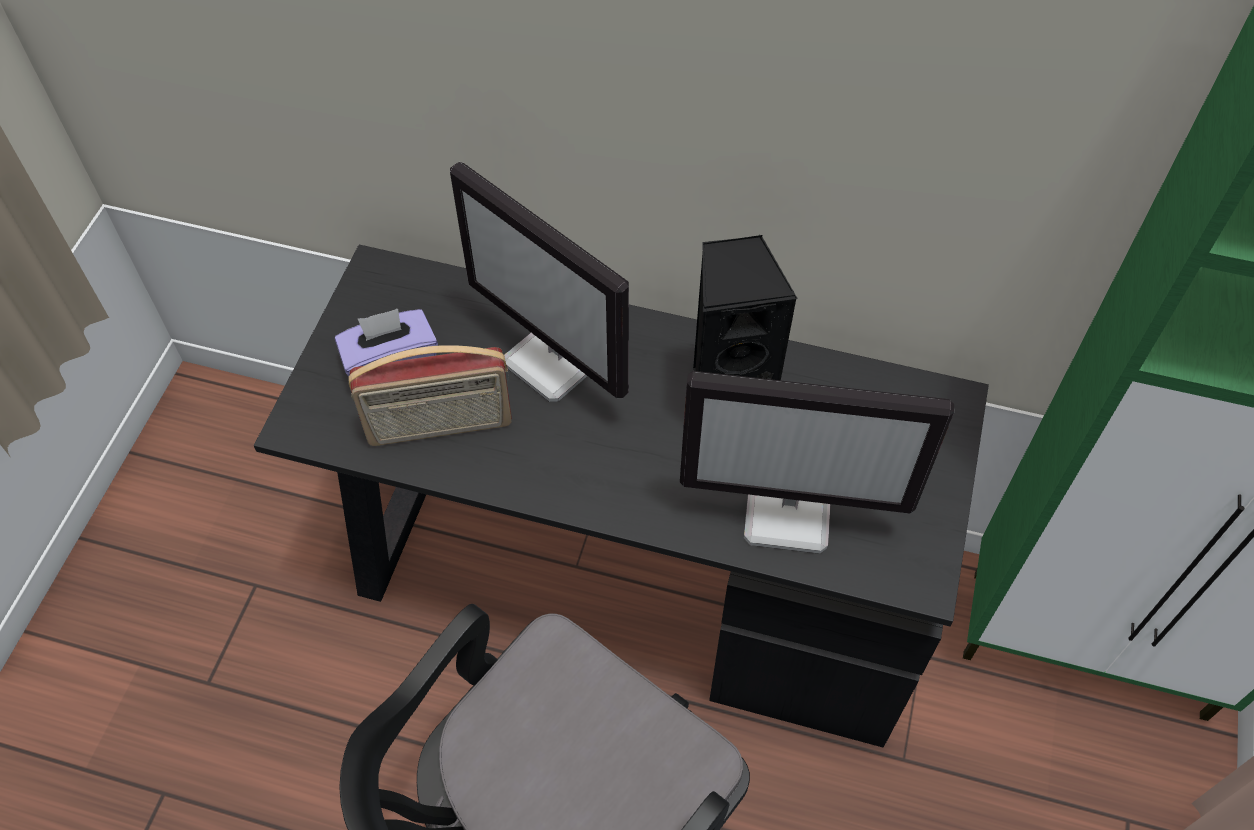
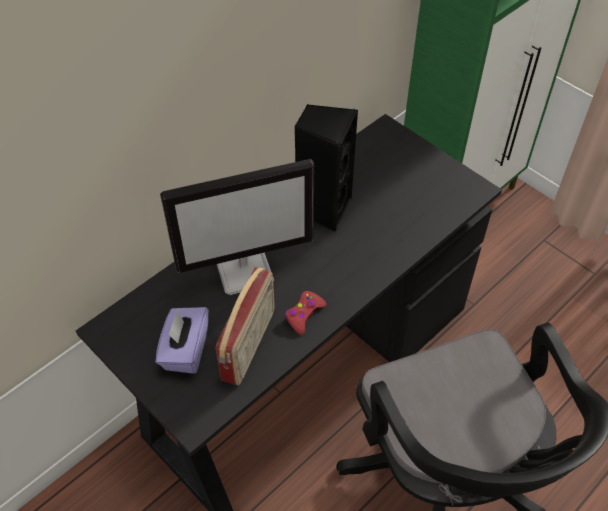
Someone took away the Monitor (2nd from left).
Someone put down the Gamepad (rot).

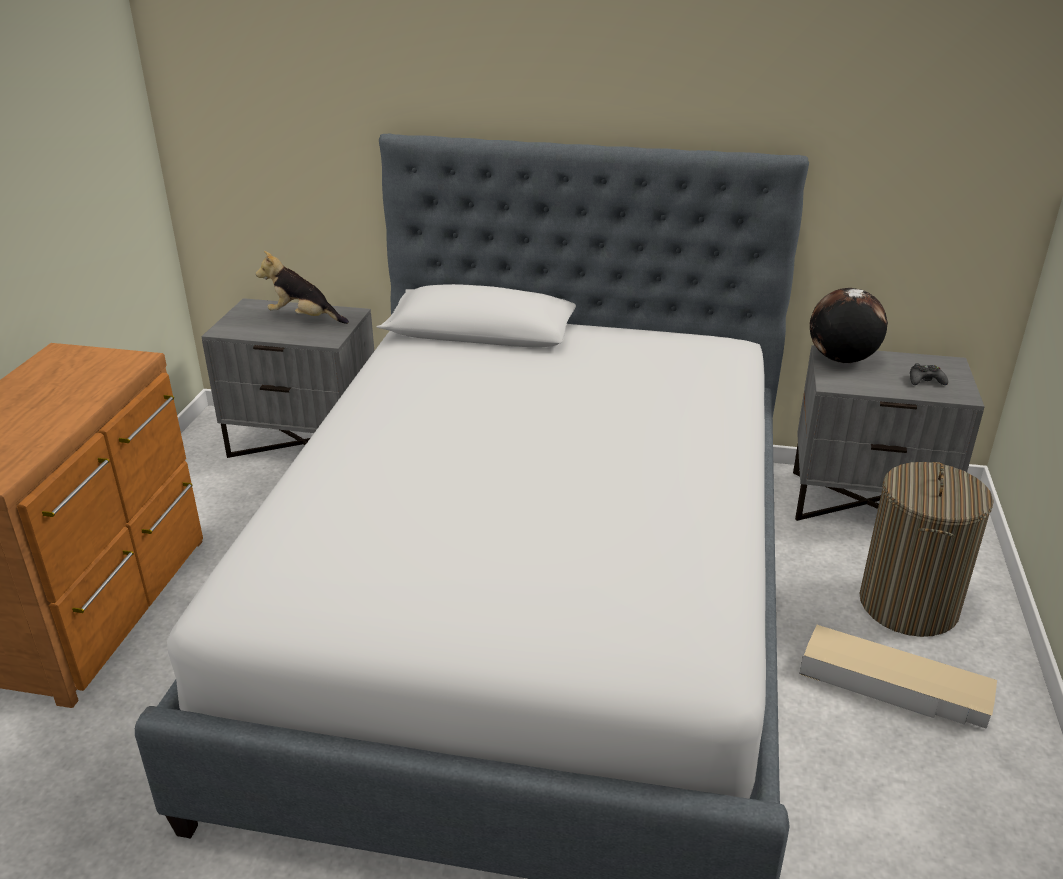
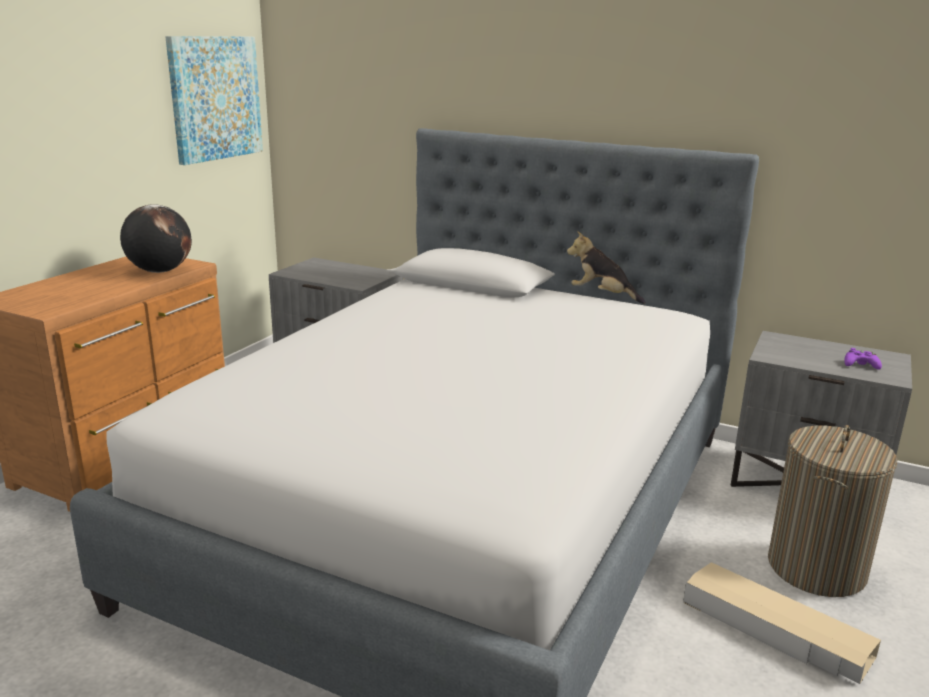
Someone put up the Bild.
Someone carried the Plüschtier.
Someone carried the Globus.
Someone repainted the Gamepad (schwarz), which became the Gamepad (lila).

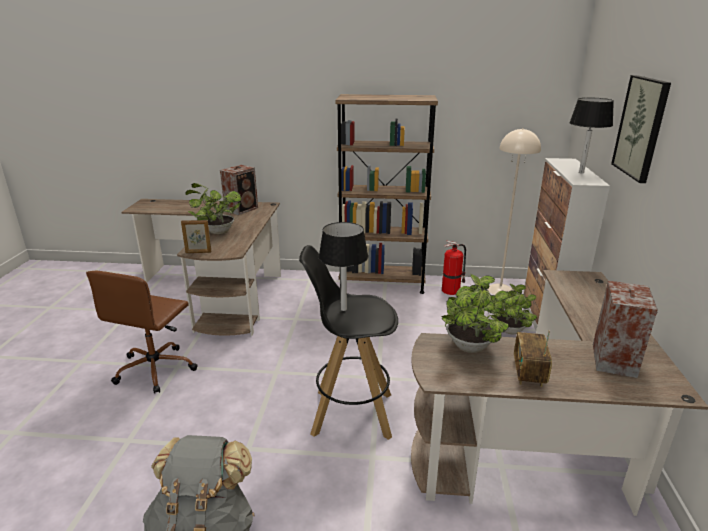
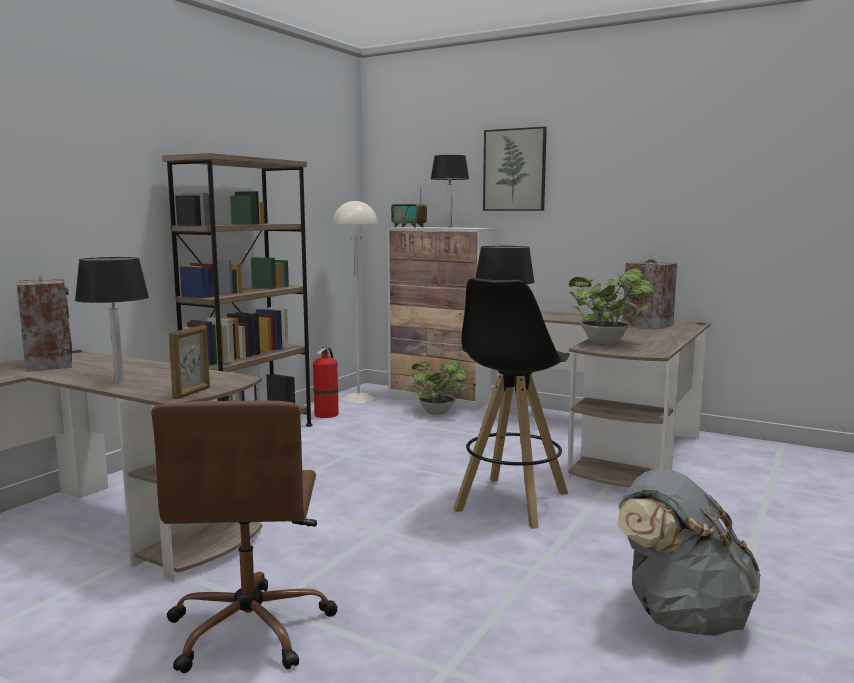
Someone carried the Radio.
Someone swapped the Topfpflanze (1st from left) for the Tischlampe (schwarz) (1st from left).
Someone rotated the Bürostuhl (braun) by 45 degrees clockwise.

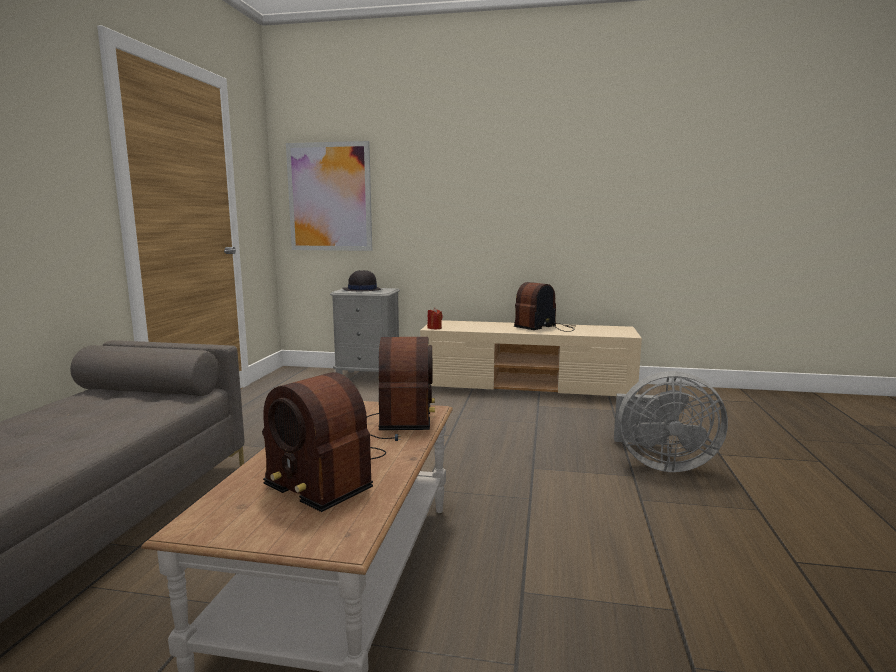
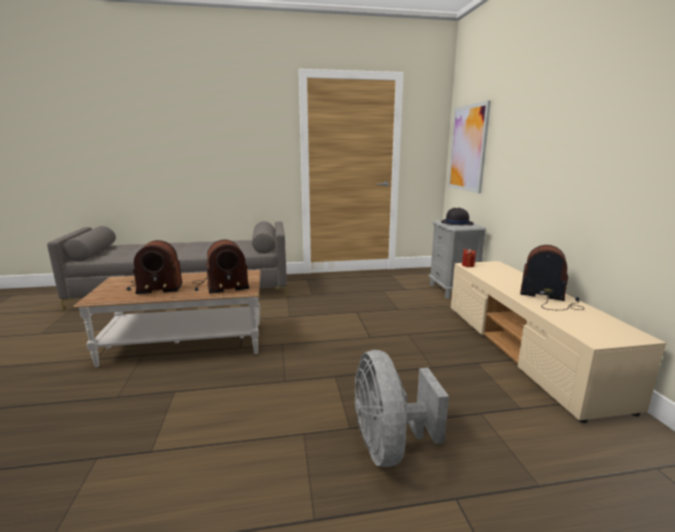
Someone rotated the Radio (1st from left) by 120 degrees counterclockwise.

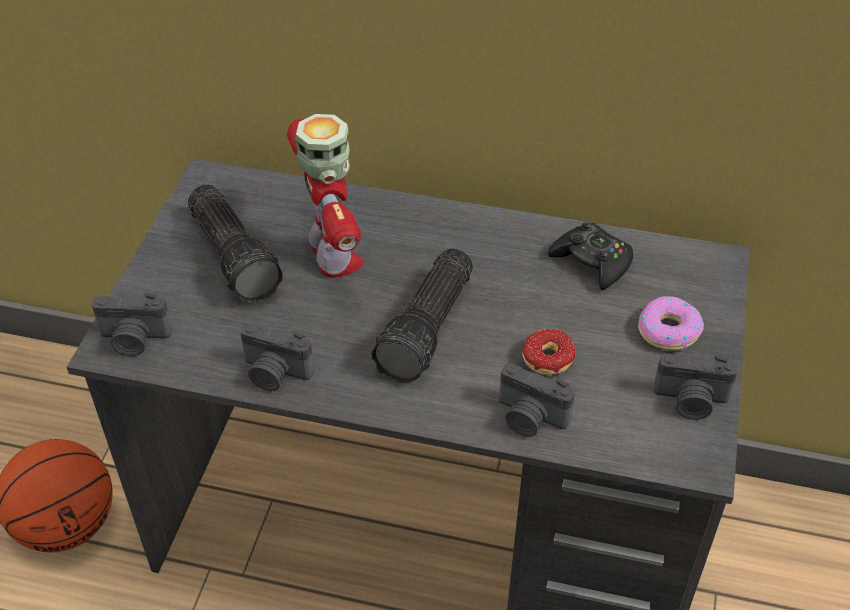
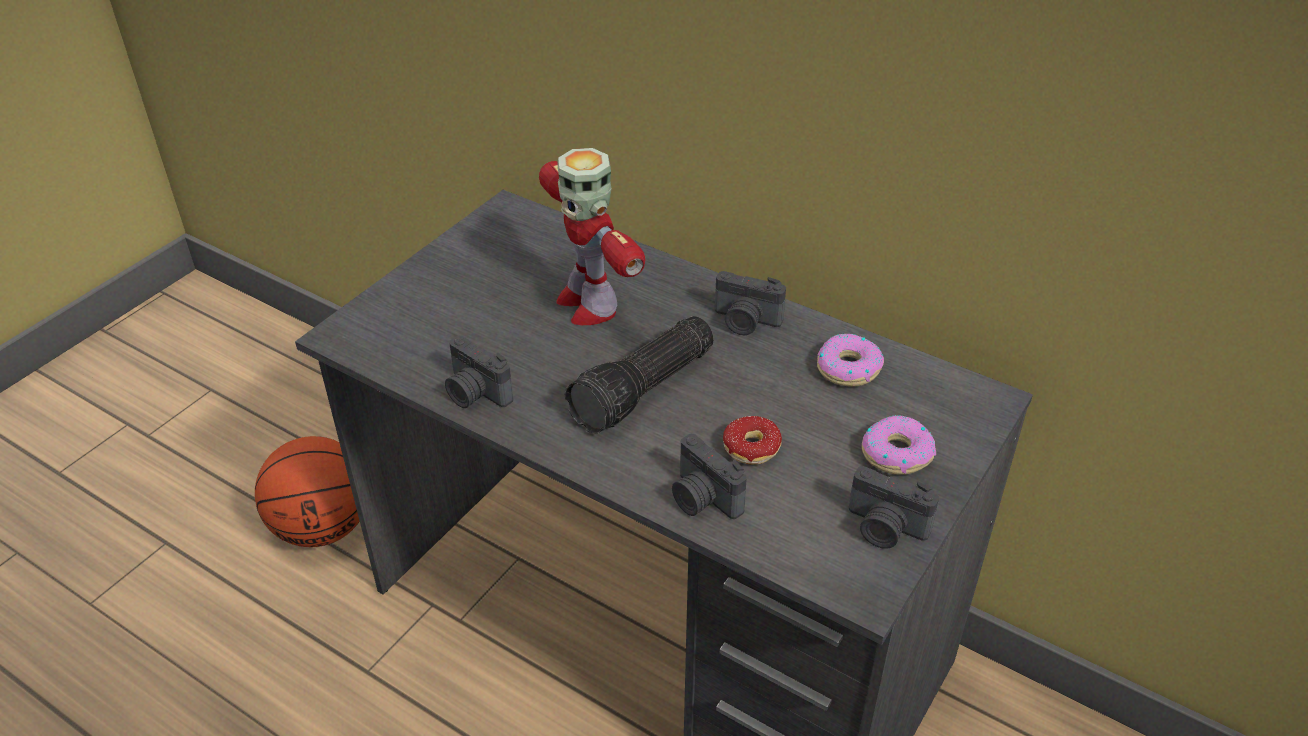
Someone took away the Taschenlampe (1st from left).
Someone carried the Kamera (1st from left in the first image).
Someone swapped the Gamepad (schwarz) for the Donut (2nd from left).
Someone rotated the Spielzeugroboter by 150 degrees clockwise.

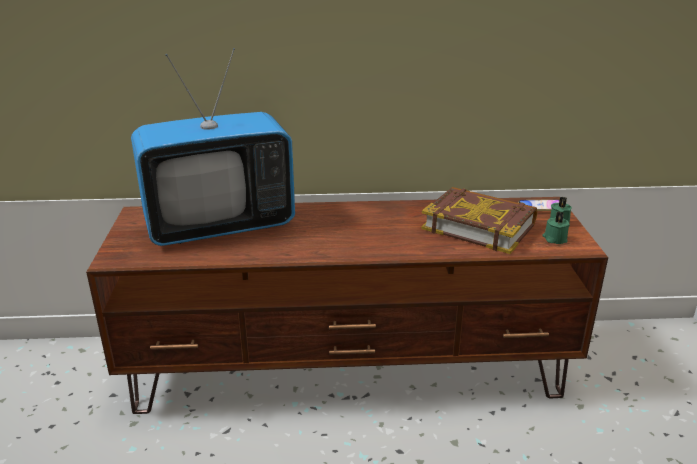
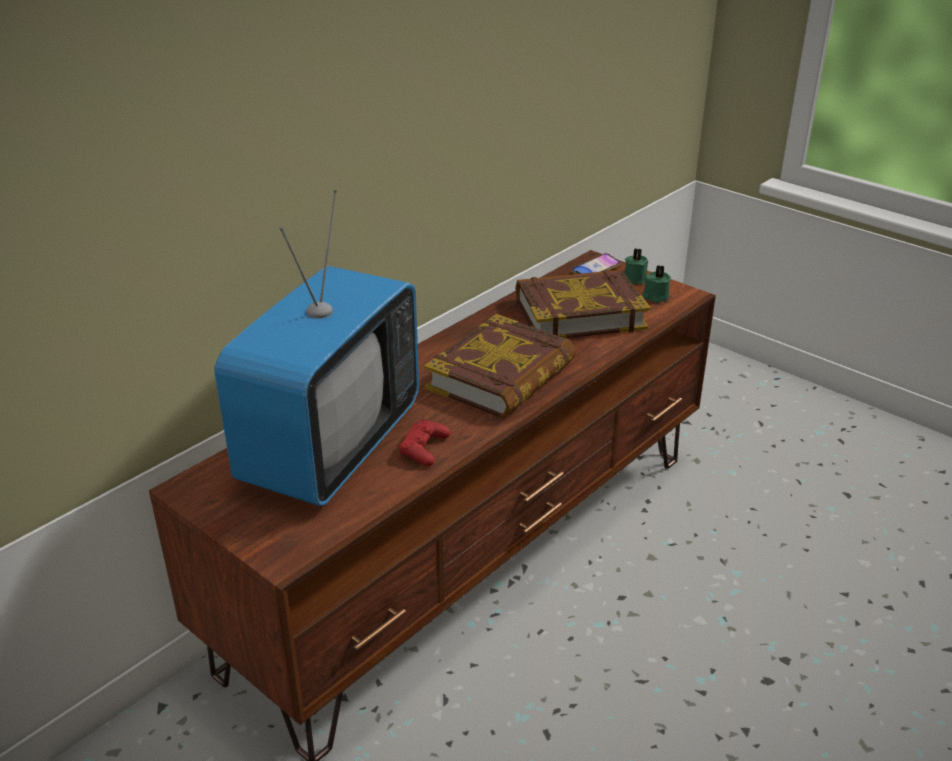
Someone put down the Gamepad (rot).
Someone put down the Buch (1st from left).

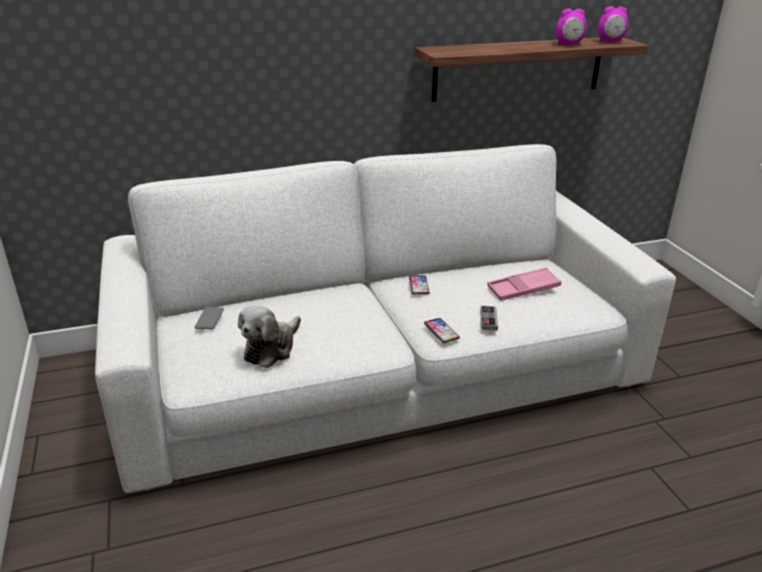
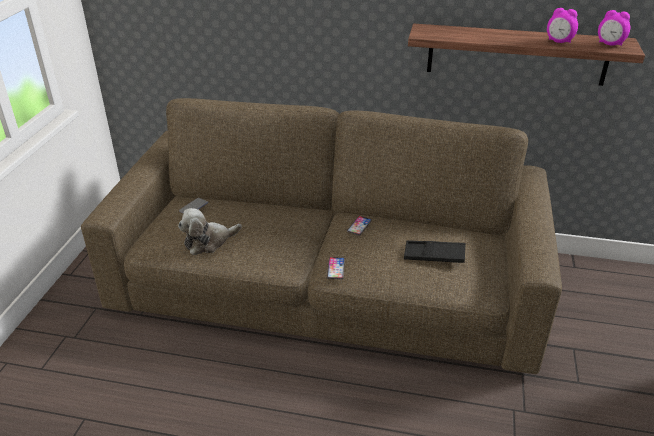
Someone took away the Gamepad.
Someone repainted the Sofa (weiß), which became the Sofa (braun).
Someone repainted the Tablett (rosa), which became the Tablett (schwarz).

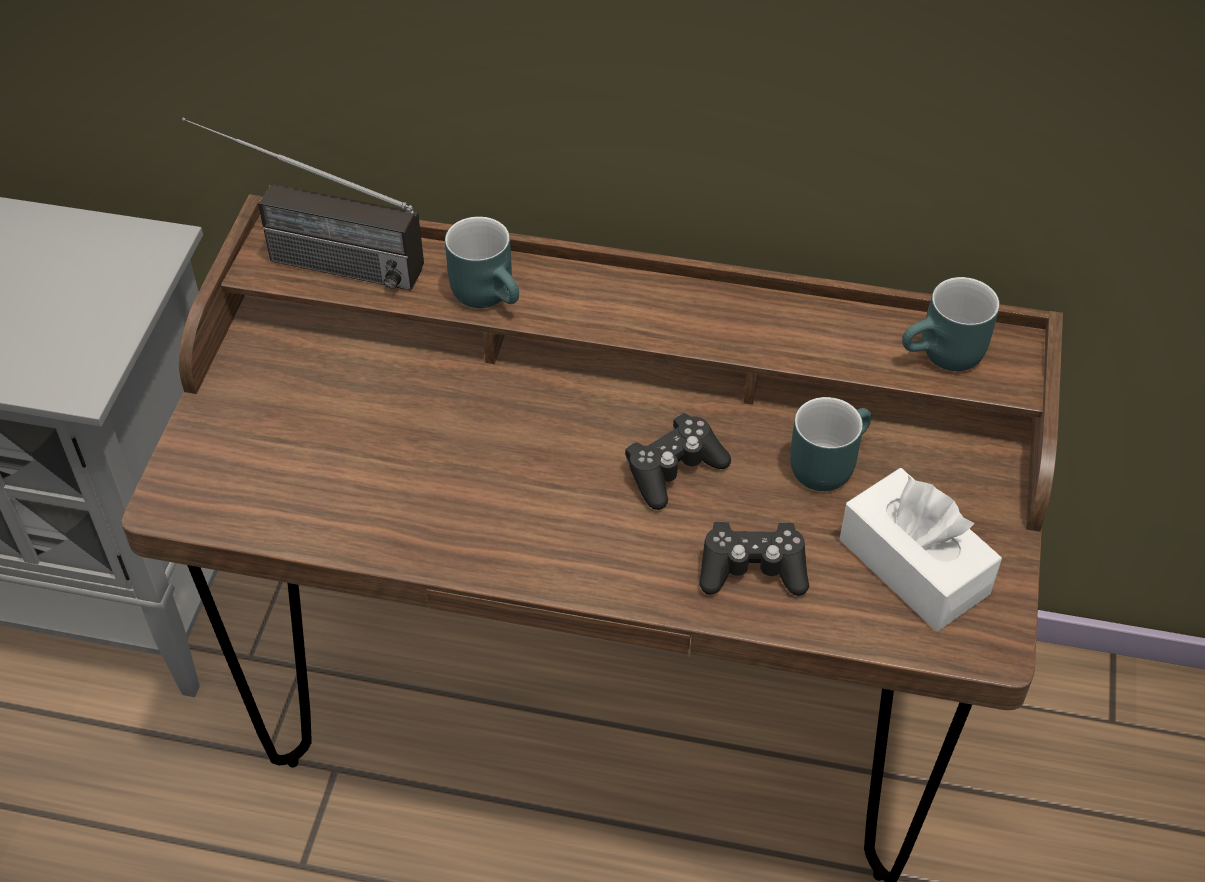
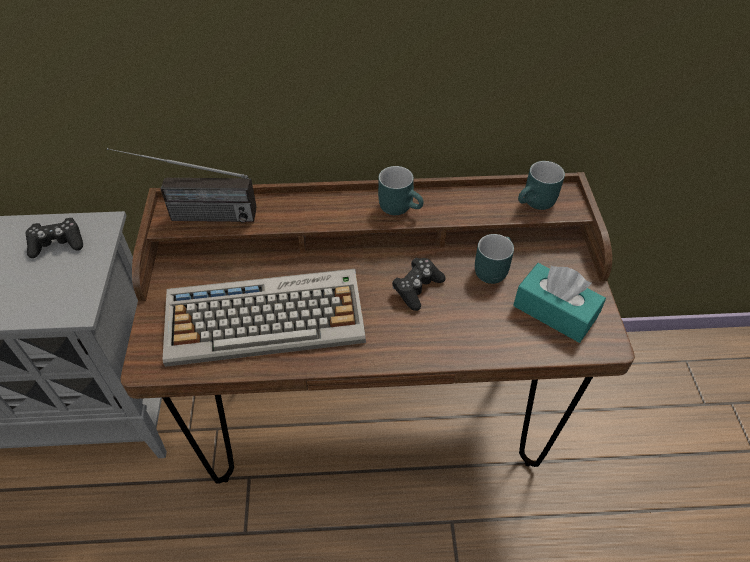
Someone put down the Tastatur.
Someone carried the Henkelbecher (türkis) (1st from left).
Someone carried the Gamepad (schwarz) (2nd from left in the first image).
Someone repainted the Taschentuchbox (weiß), which became the Taschentuchbox (türkis).

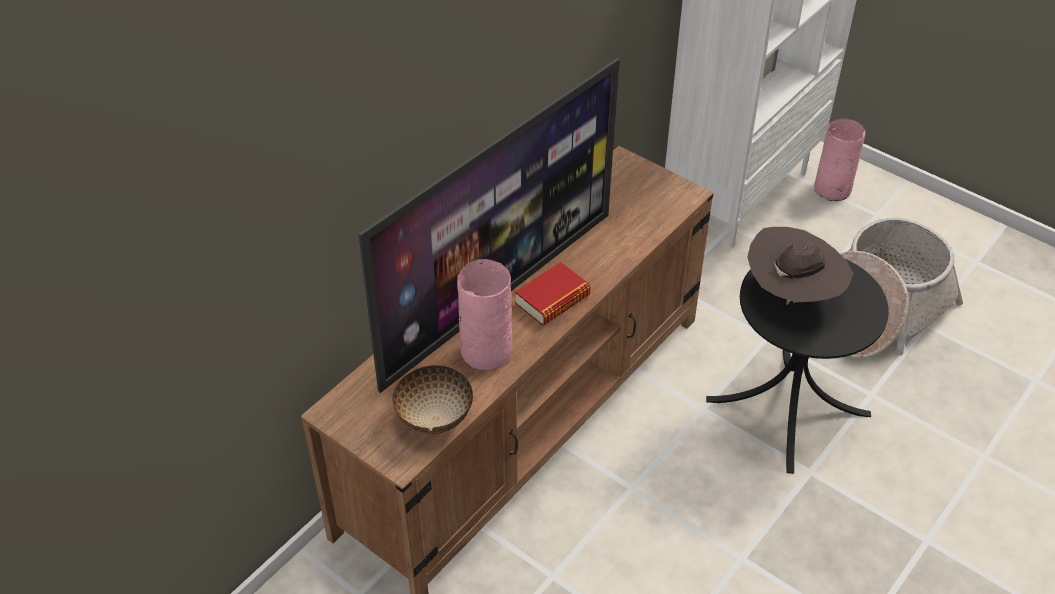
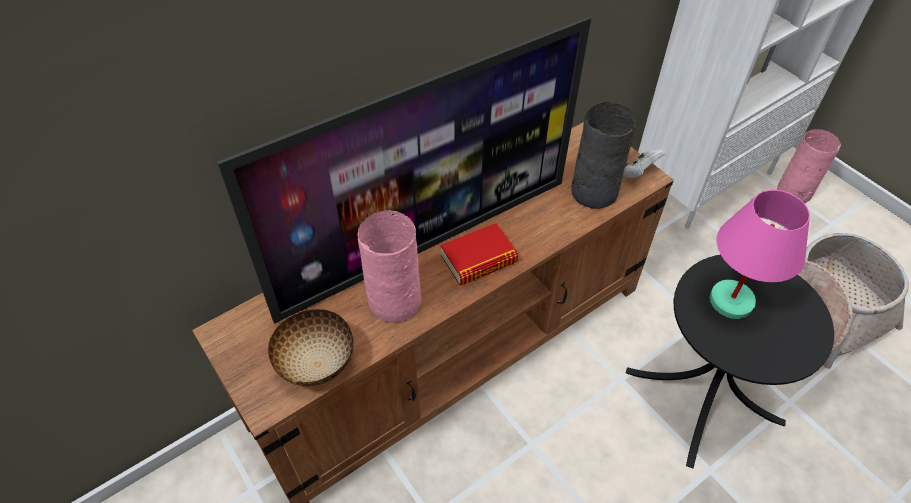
Someone put down the Vase (grau).
Someone put down the Gamepad (weiß).
Someone swapped the Hut (braun) for the Tischlampe (rosa).

